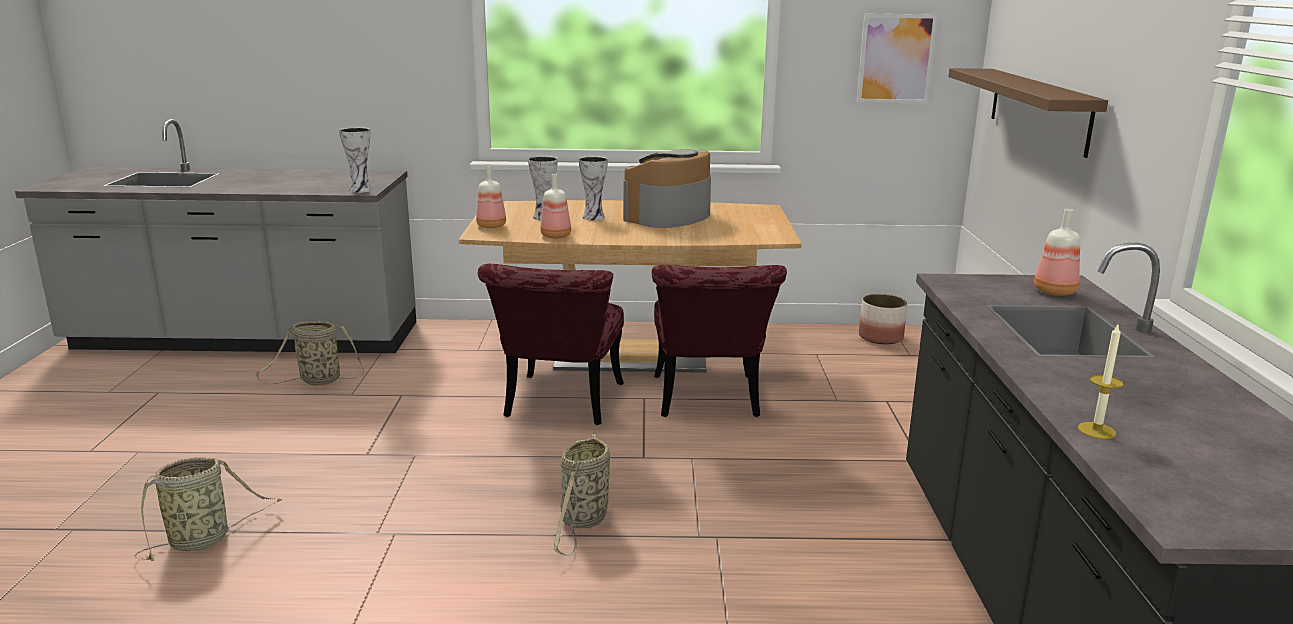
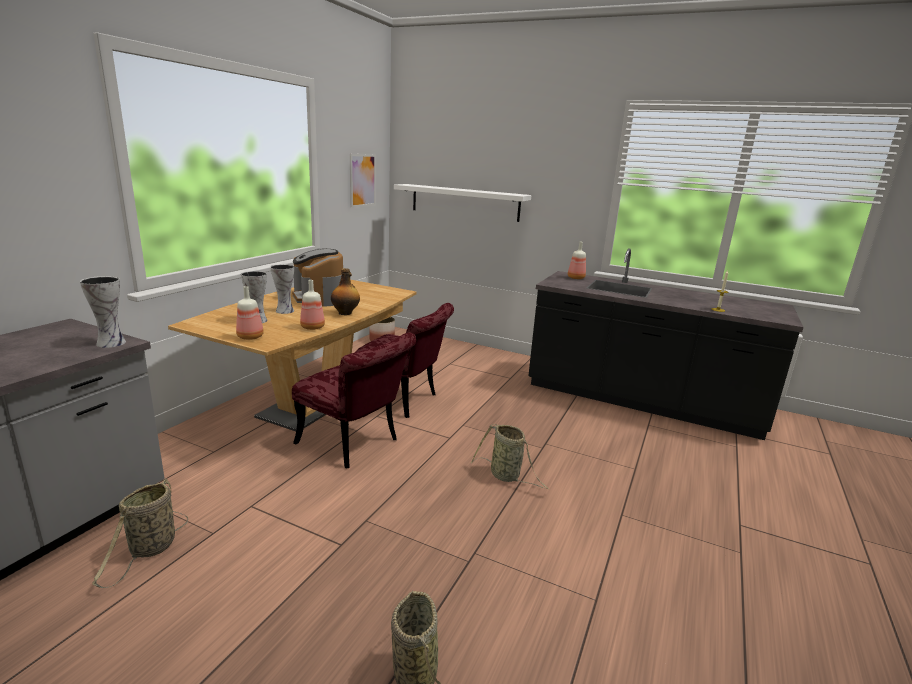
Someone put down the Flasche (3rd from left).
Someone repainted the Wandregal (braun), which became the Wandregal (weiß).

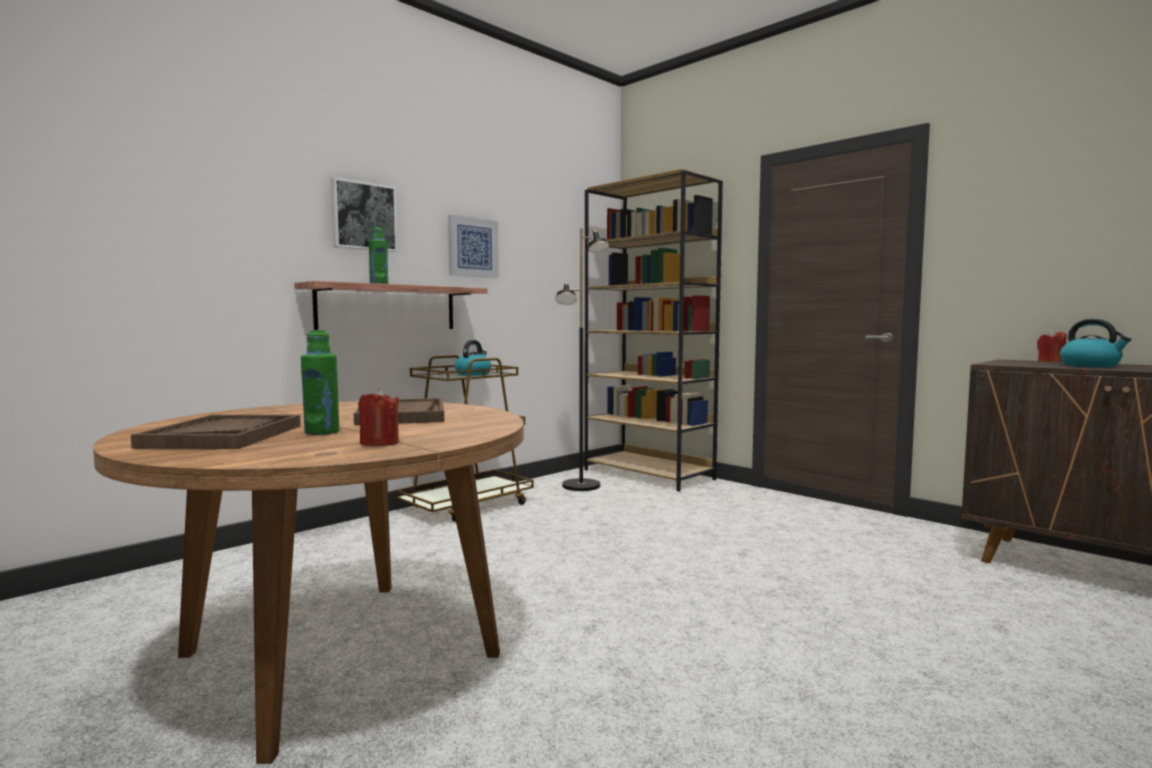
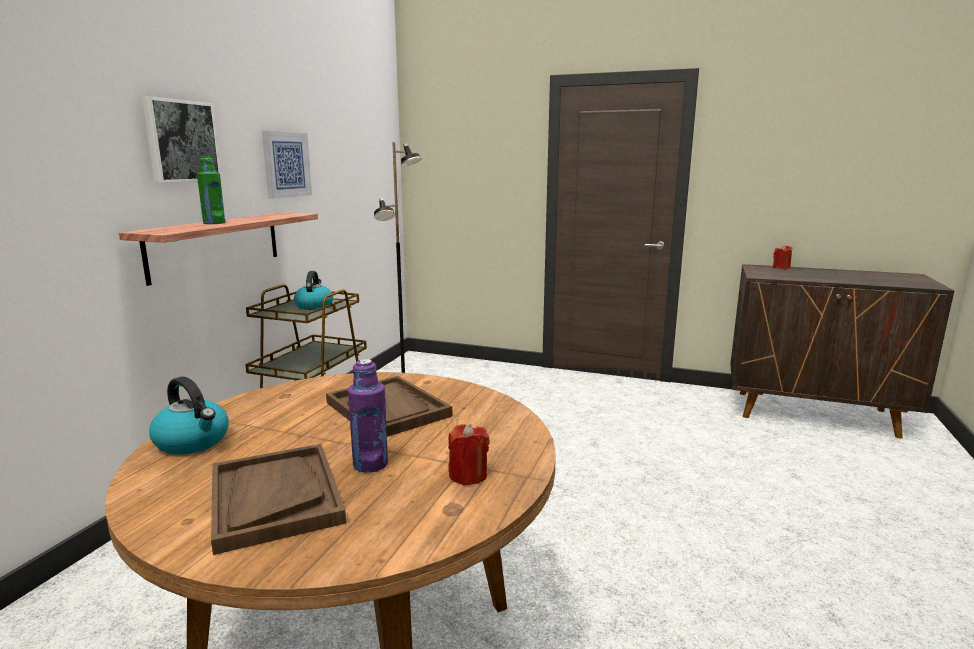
Someone took away the Bücherregal (braun).
Someone carried the Wasserkessel (2nd from left in the first image).
Someone repainted the Flasche (grün) (1st from left), which became the Flasche (lila).

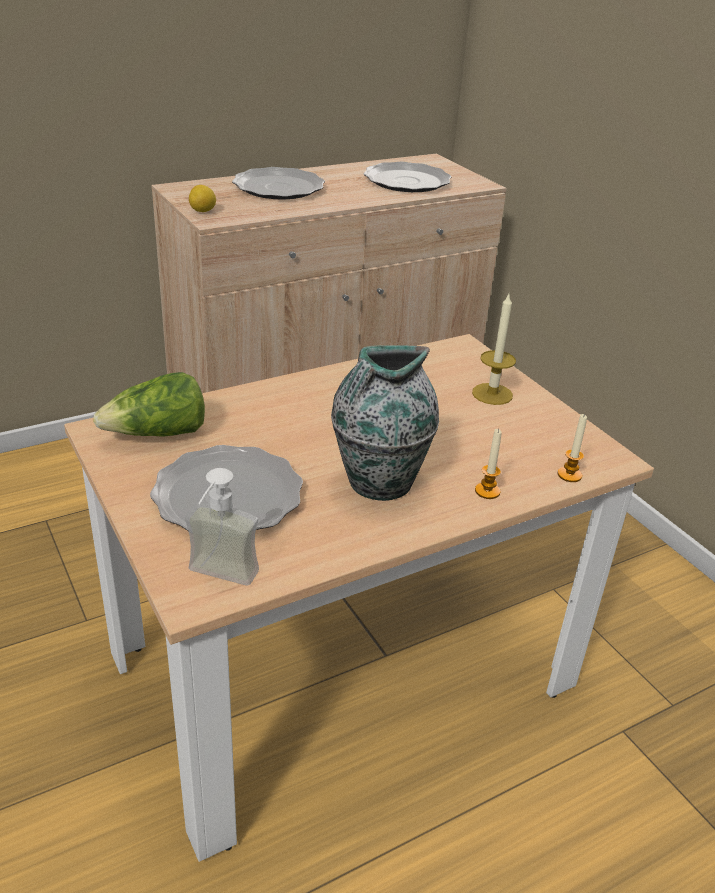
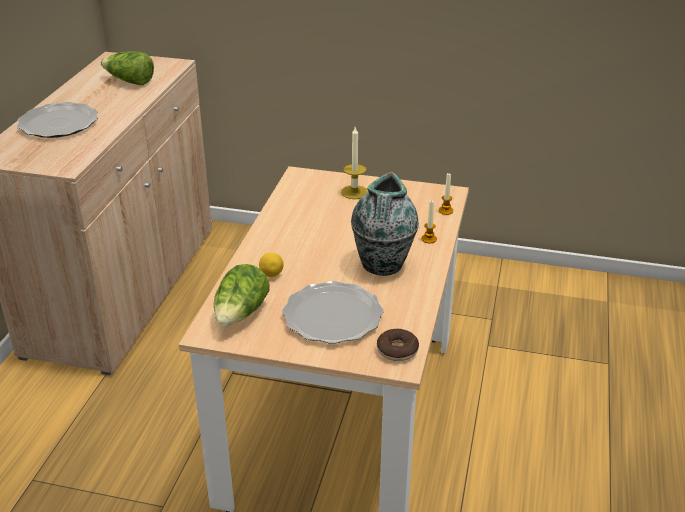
Someone carried the Zitrone.
Someone swapped the Seifenspender for the Donut.
Someone swapped the Teller (3rd from left) for the Salatkopf (1st from left).

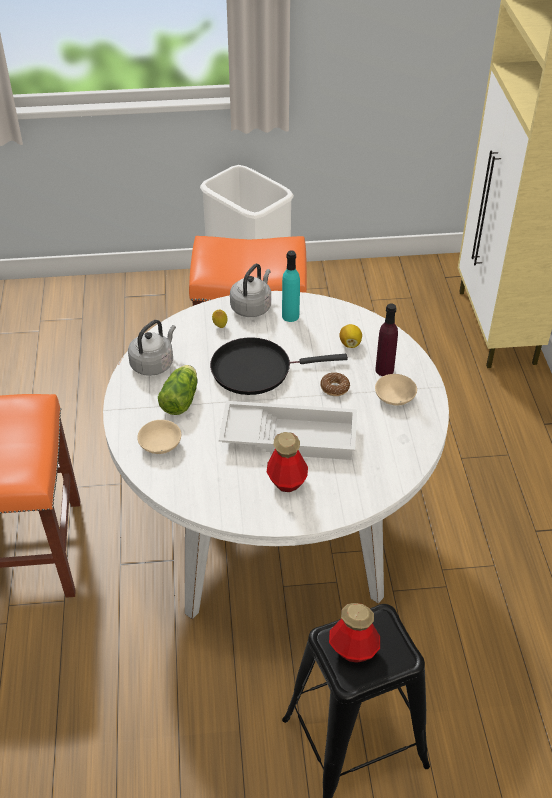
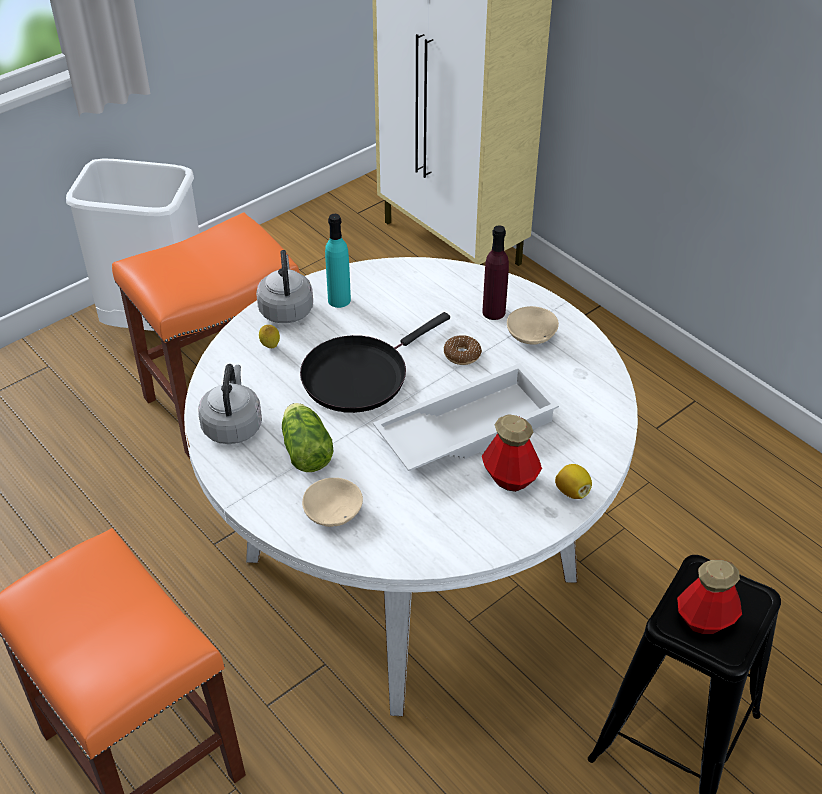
Someone carried the Zitrone (2nd from left).

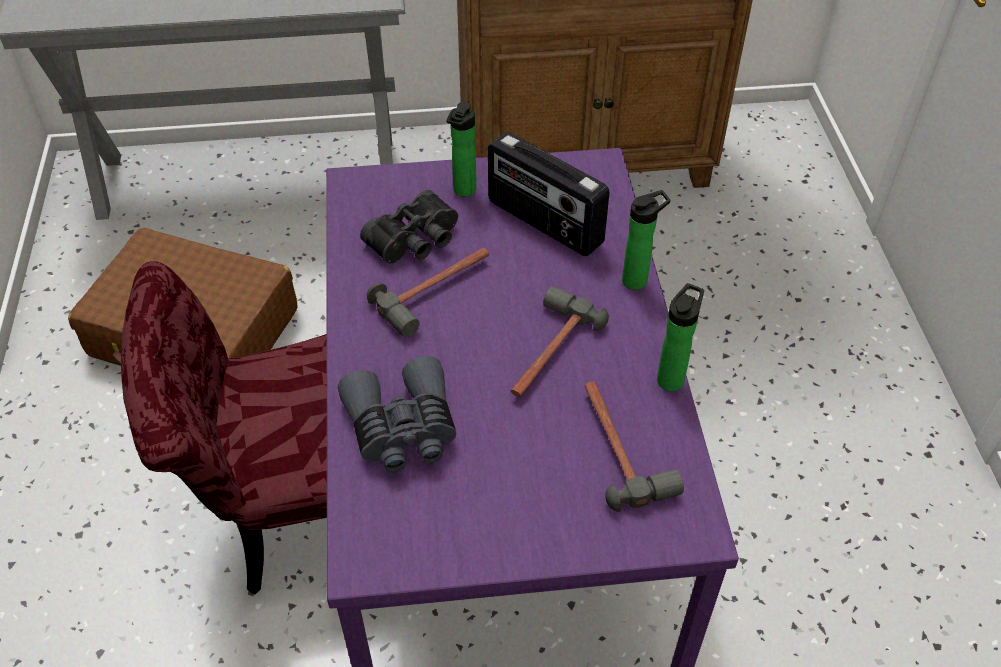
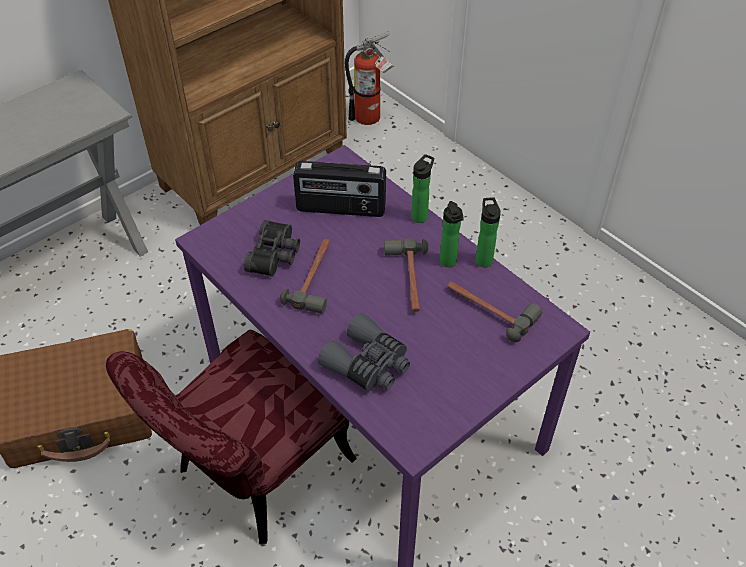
Someone put down the Feuerlöscher.
Someone carried the Flasche (1st from left in the first image).

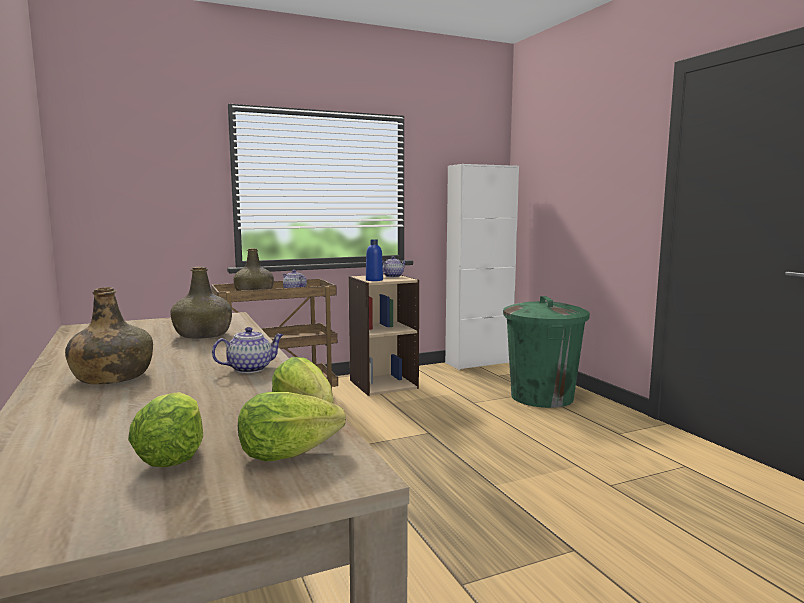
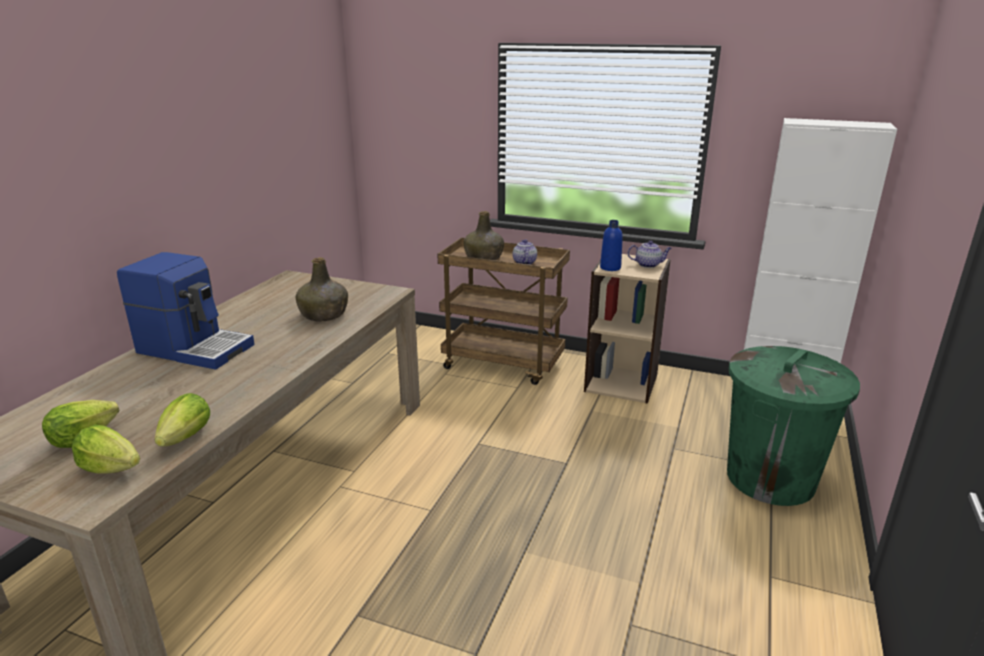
Someone took away the Teekanne (1st from left).
Someone swapped the Flasche (grün) (1st from left) for the Kaffeemaschine.

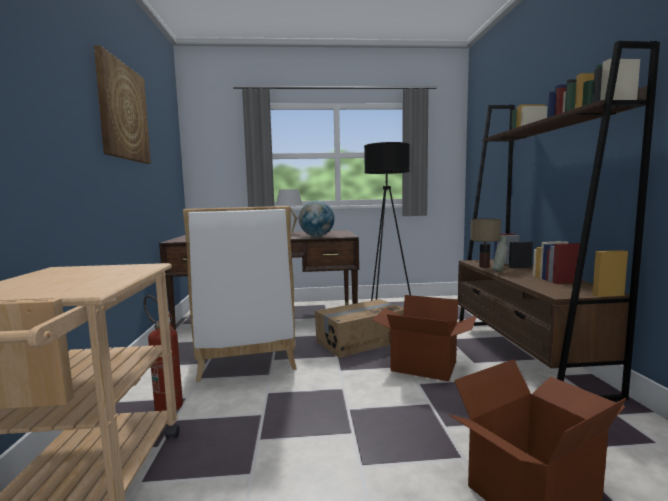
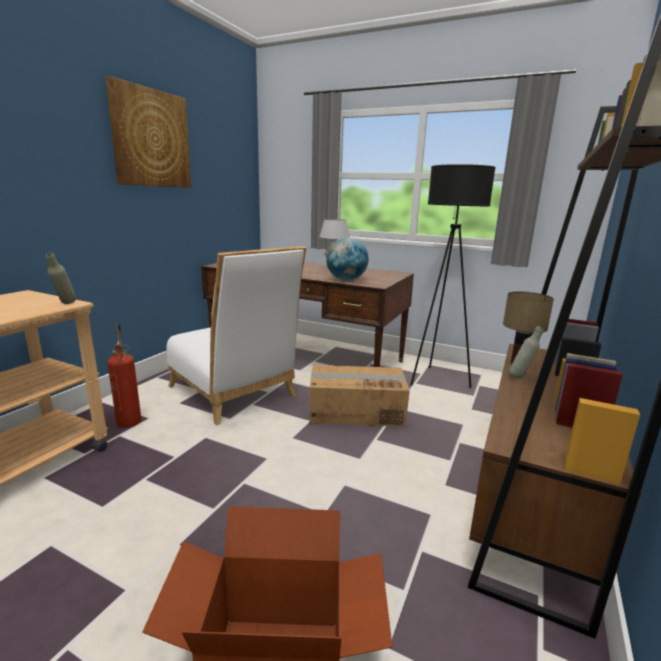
Someone took away the Karton (2nd from left).
Someone put down the Flasche (grau) (1st from left).
Someone rotated the Stuhl (weiß) by 60 degrees counterclockwise.

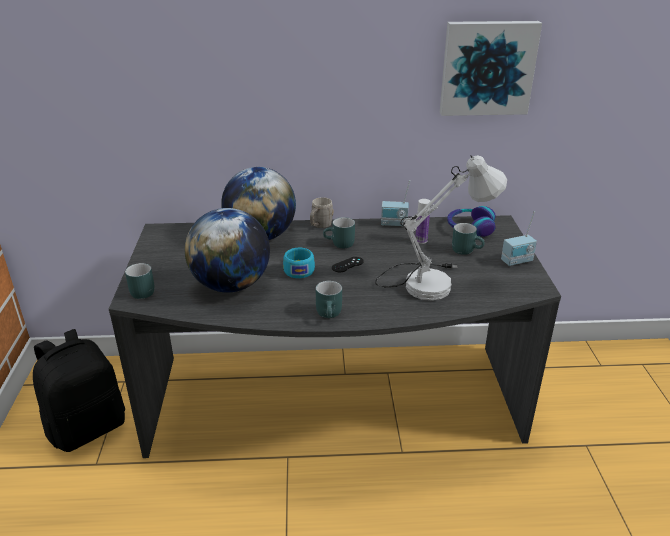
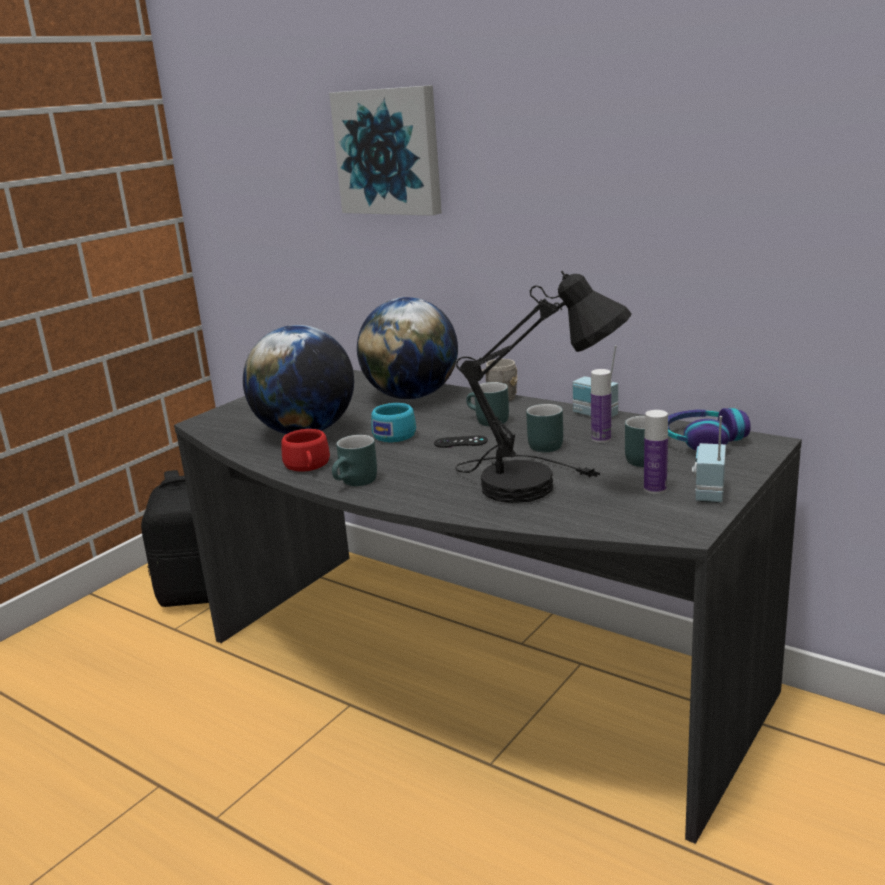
Someone put down the Tasse (rot).
Someone put down the Flasche (2nd from left).
Someone carried the Henkelbecher (türkis) (1st from left in the first image).
Someone carried the Bild.
Someone repainted the Tischlampe (weiß), which became the Tischlampe (schwarz).
Someone rotated the Radio (2nd from left) by 90 degrees clockwise.

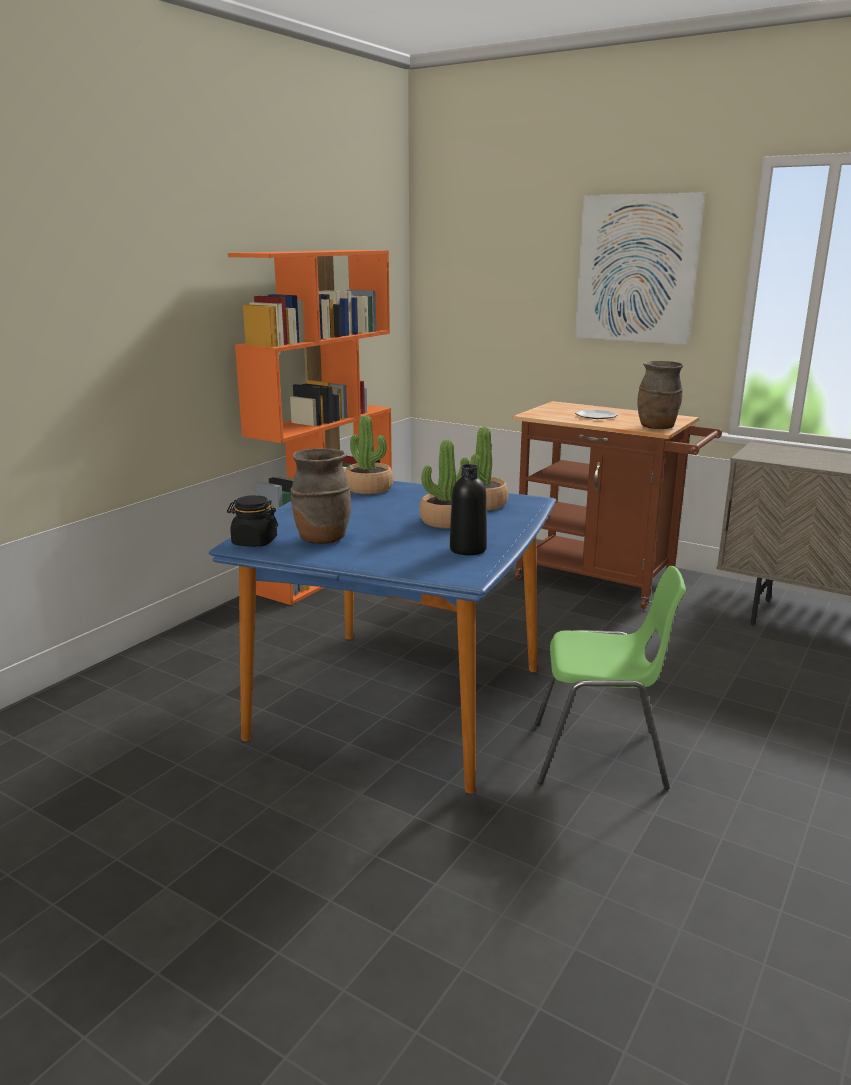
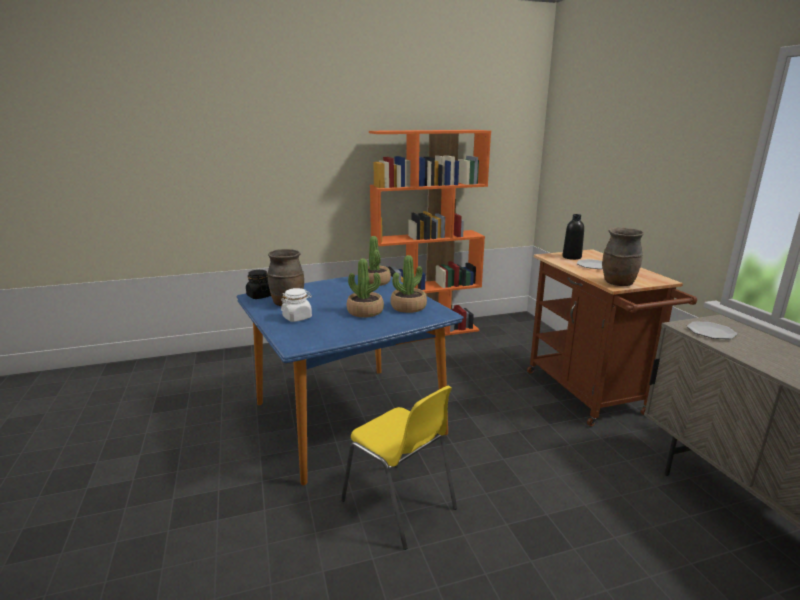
Someone took away the Bild.
Someone put down the Vorratsglas (weiß).
Someone put down the Teller (2nd from left).
Someone carried the Flasche (schwarz).
Someone repainted the Stuhl (grün), which became the Stuhl (gelb).

